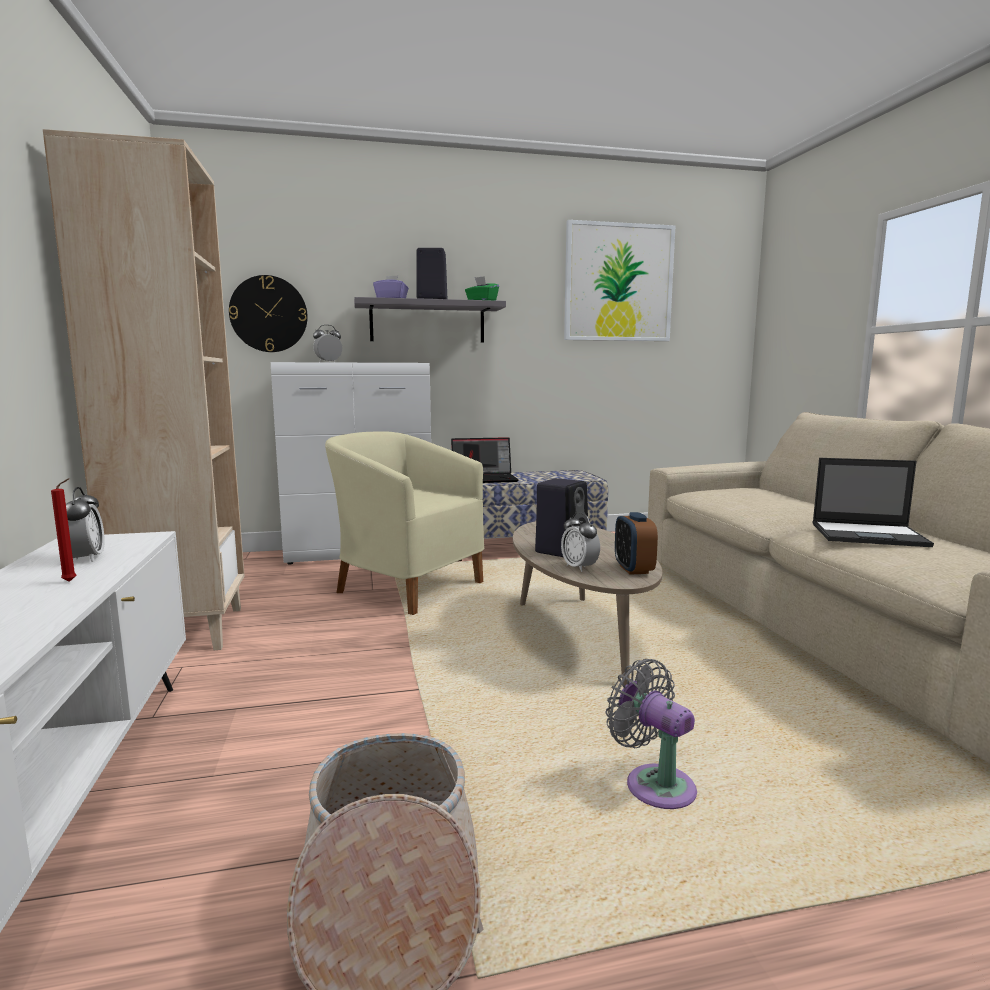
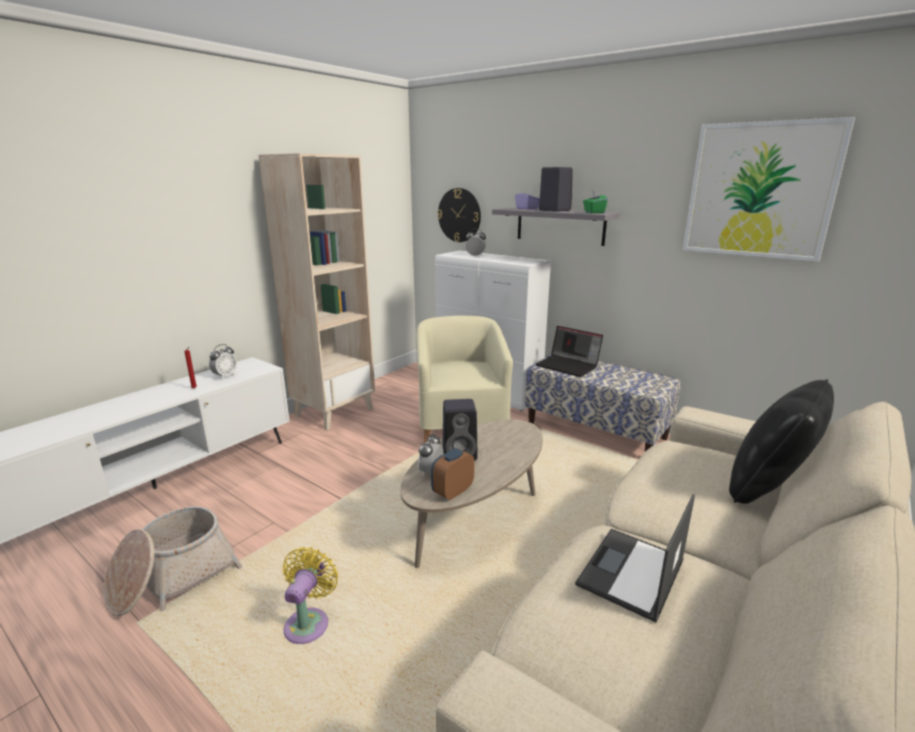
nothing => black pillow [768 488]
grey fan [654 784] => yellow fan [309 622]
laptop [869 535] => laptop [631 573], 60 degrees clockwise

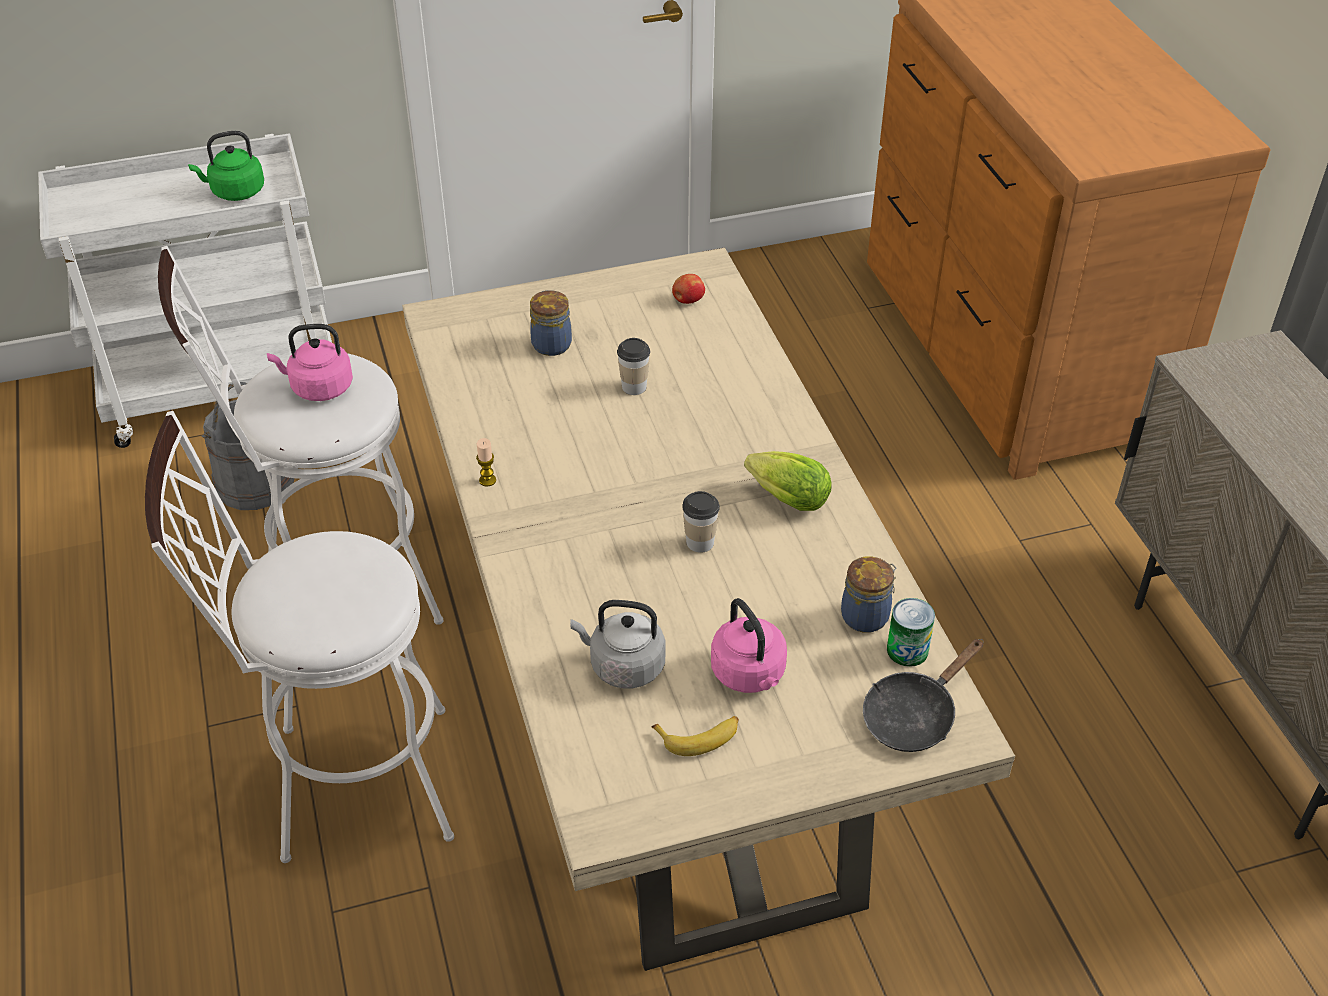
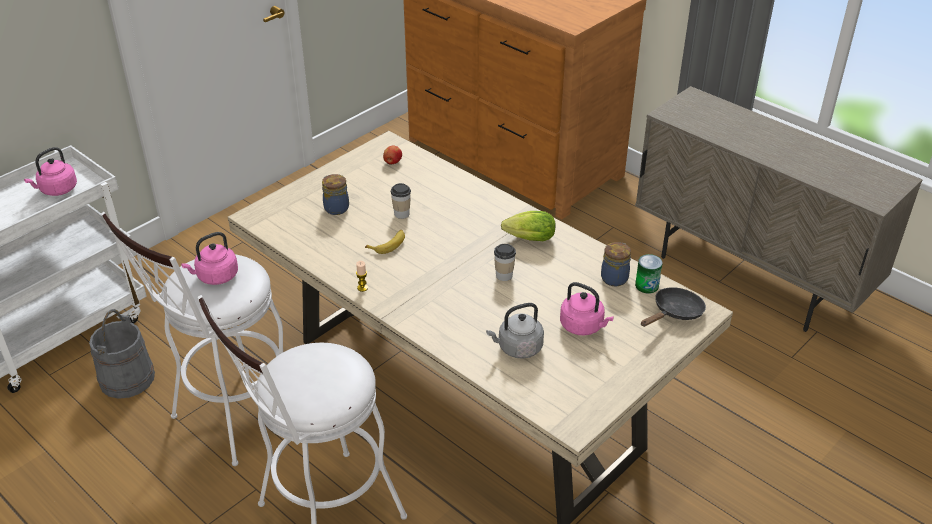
banana [699 737] => banana [388 244], move
green kettle [235 192] => pink kettle [57 190]
black frying pan [914 715] => black frying pan [675 313], 150 degrees counterclockwise

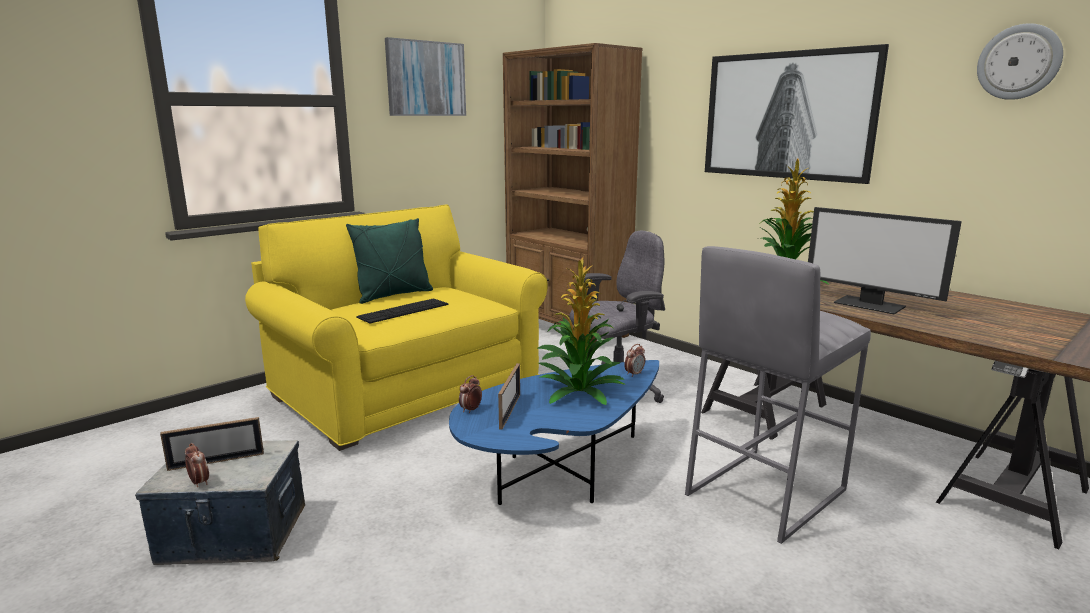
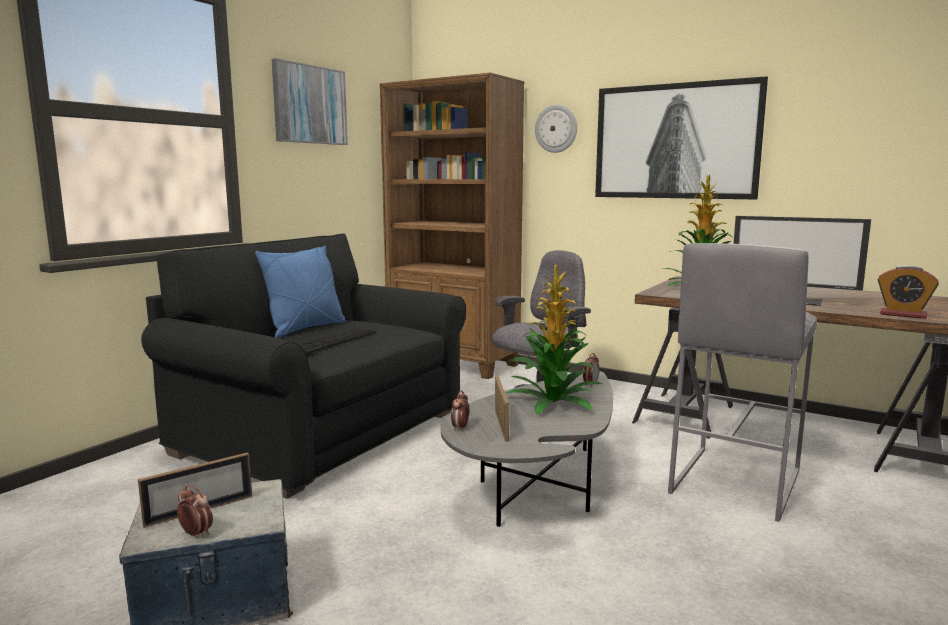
nothing => alarm clock [903 315]
wall clock [1019 62] => wall clock [556 129], move
yellow sofa [407 390] => black sofa [323 432]
green pillow [393 295] => blue pillow [305 328]
blue coffee table [559 472] => grey coffee table [538 489]

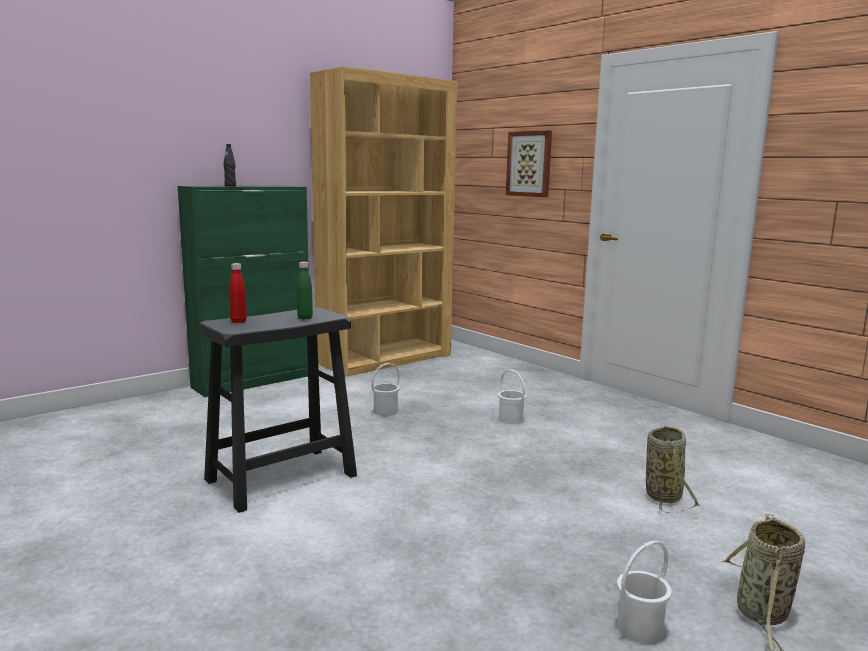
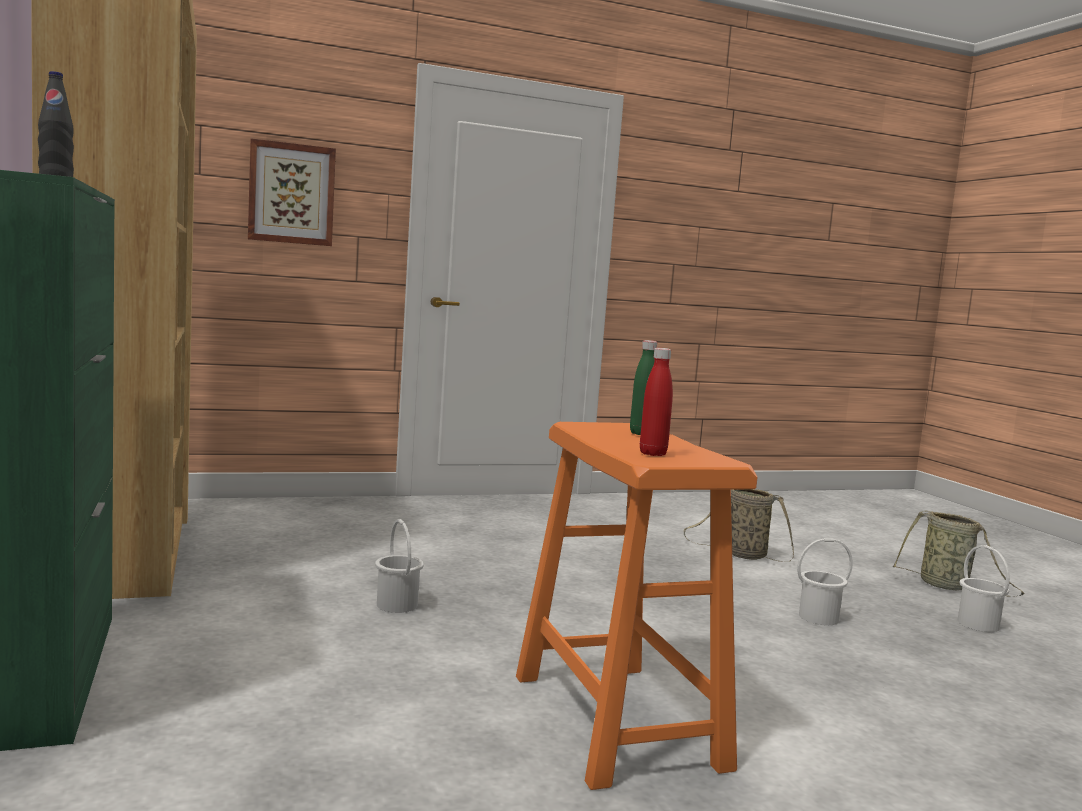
white bucket [511 419] => white bucket [818 617], move
black stool [282 478] => orange stool [616 719]

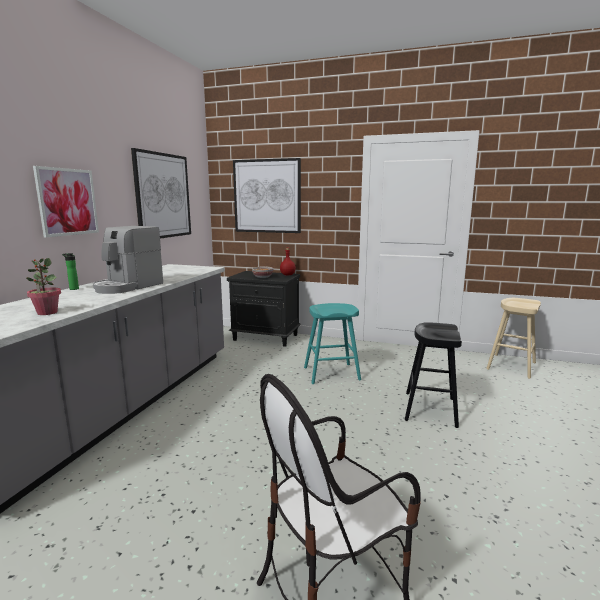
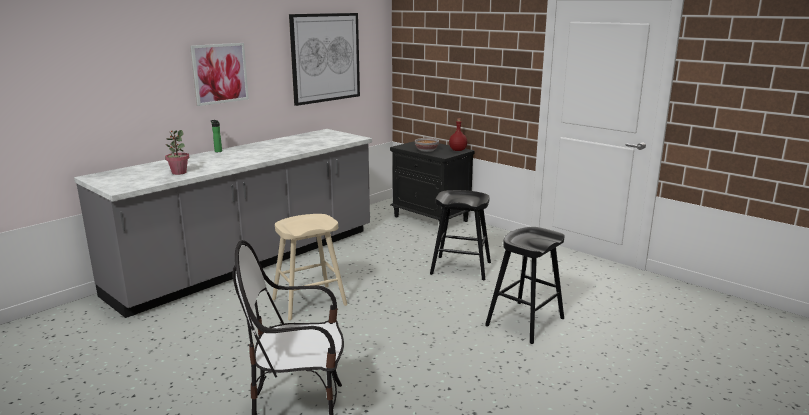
coffee machine [128 286] => nothing
picture [267 196] => nothing
beige stool [511 366] => beige stool [309 302], move
turquoise stool [331 373] => black stool [460 268]

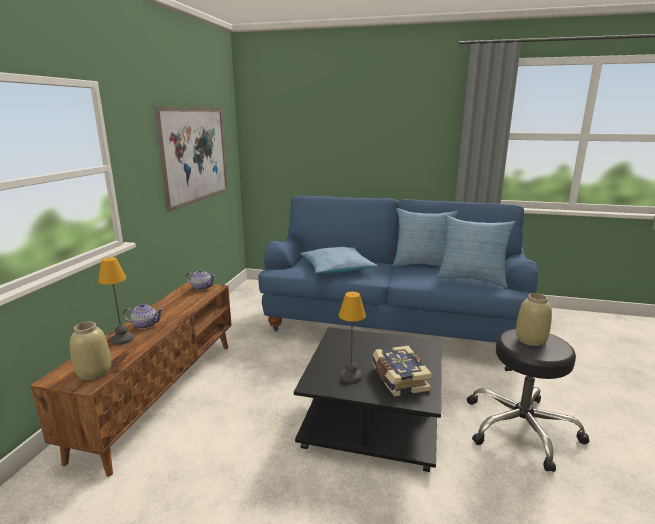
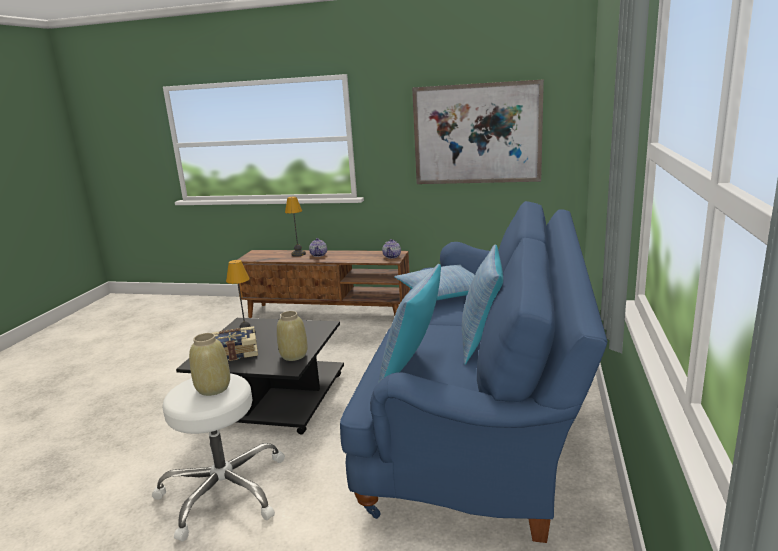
beige vase [94 372] => beige vase [294 355], move
black stool [521 428] => white stool [223 491]

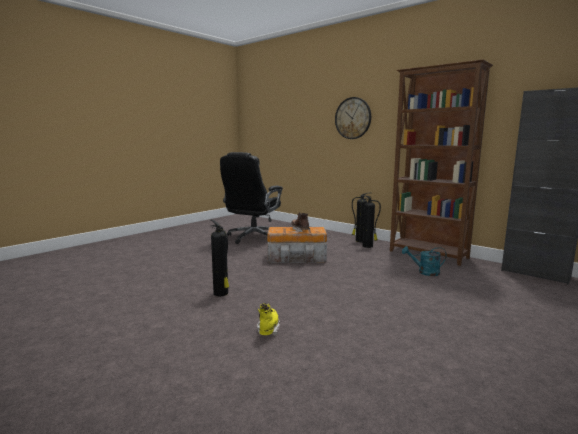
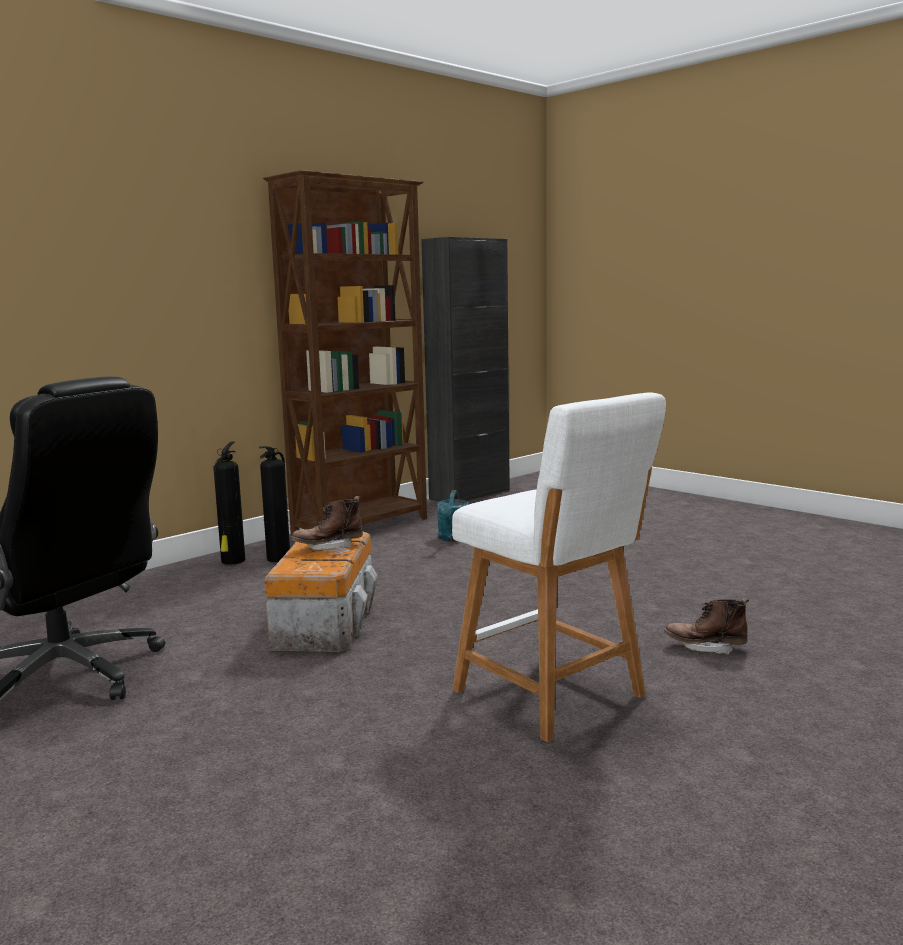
wall clock [353 118] => nothing
fire extinguisher [221 293] => white stool [554 696]
yellow boot [268 329] => brown boot [705 647]

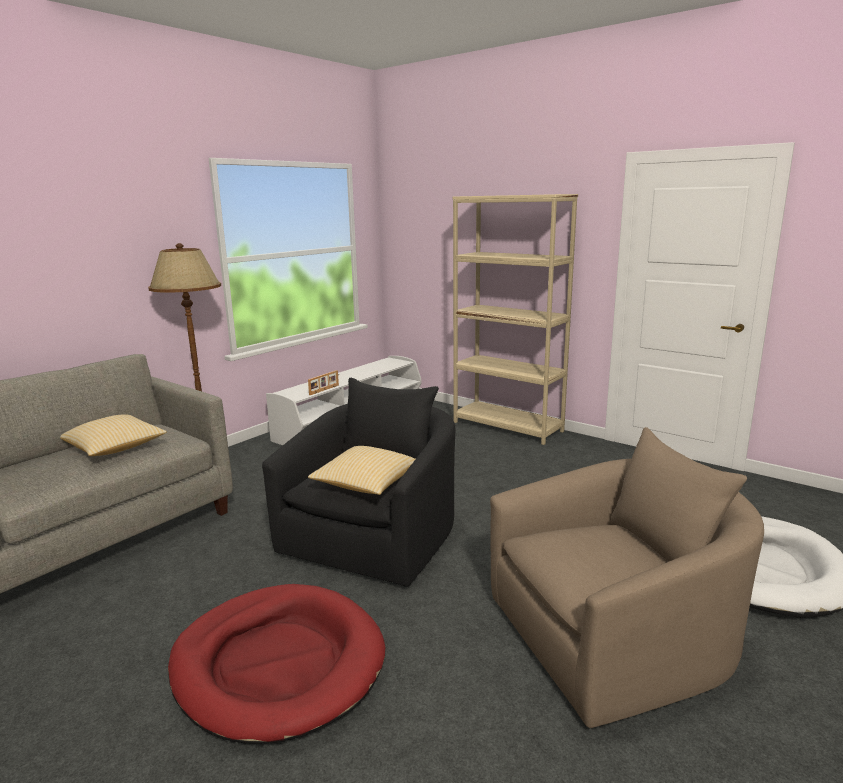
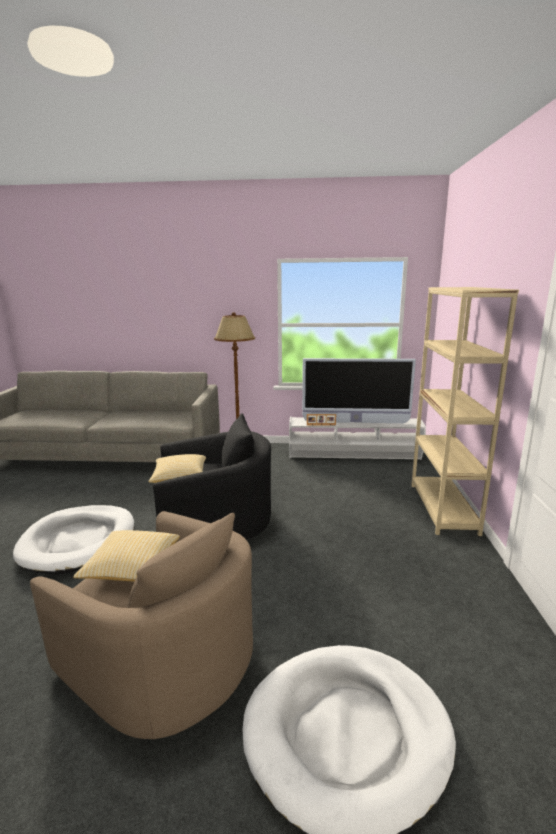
nothing => television [355 422]
pillow [115 449] => pillow [132 569], move
red dog bed [278 664] => white dog bed [79 542]

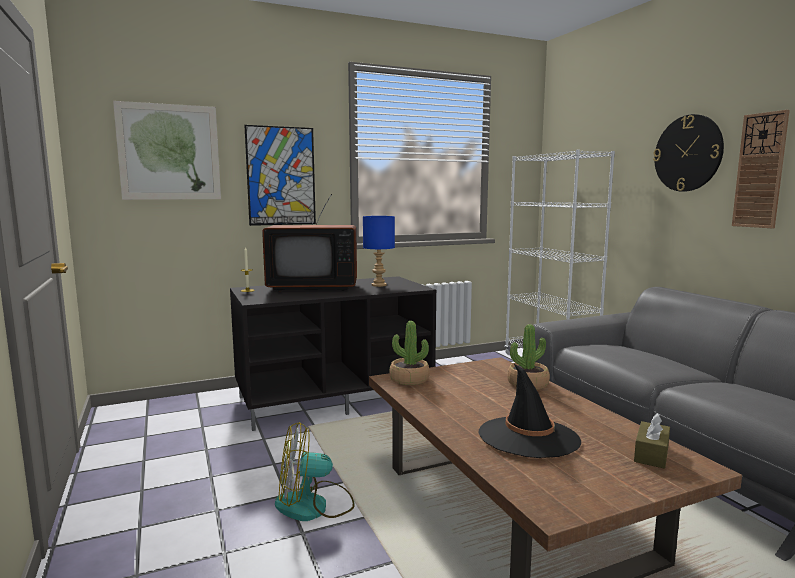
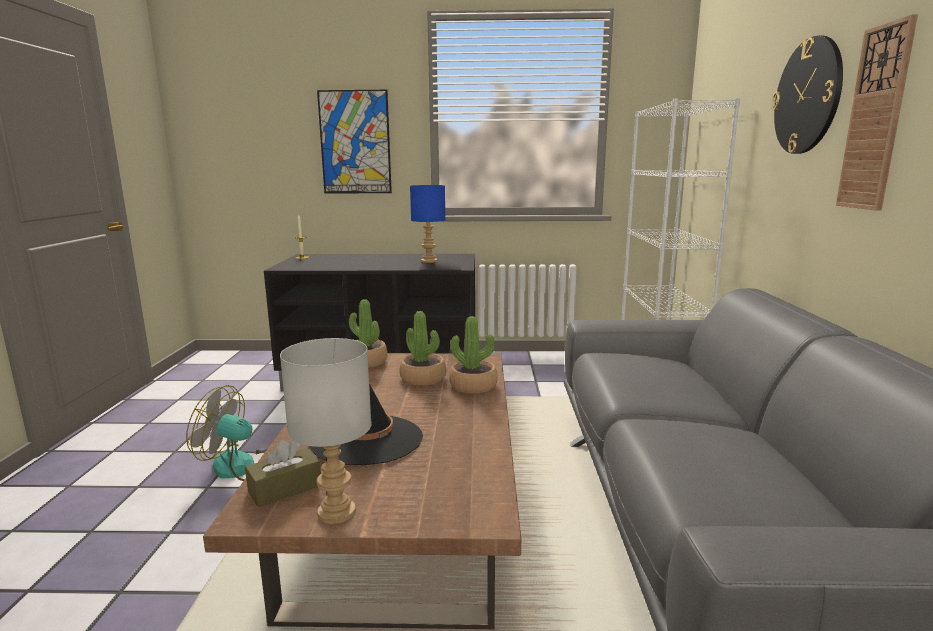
picture [169 152] => nothing
television [312 287] => nothing
nothing => grey table lamp [335 512]
nothing => potted plant [423 378]
brown tissue box [651 454] => brown tissue box [285 488], move

